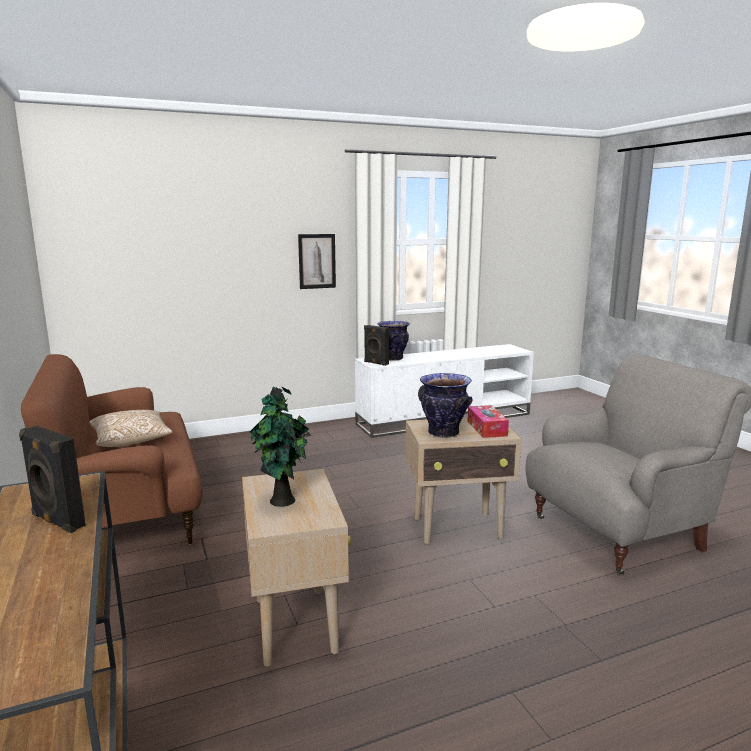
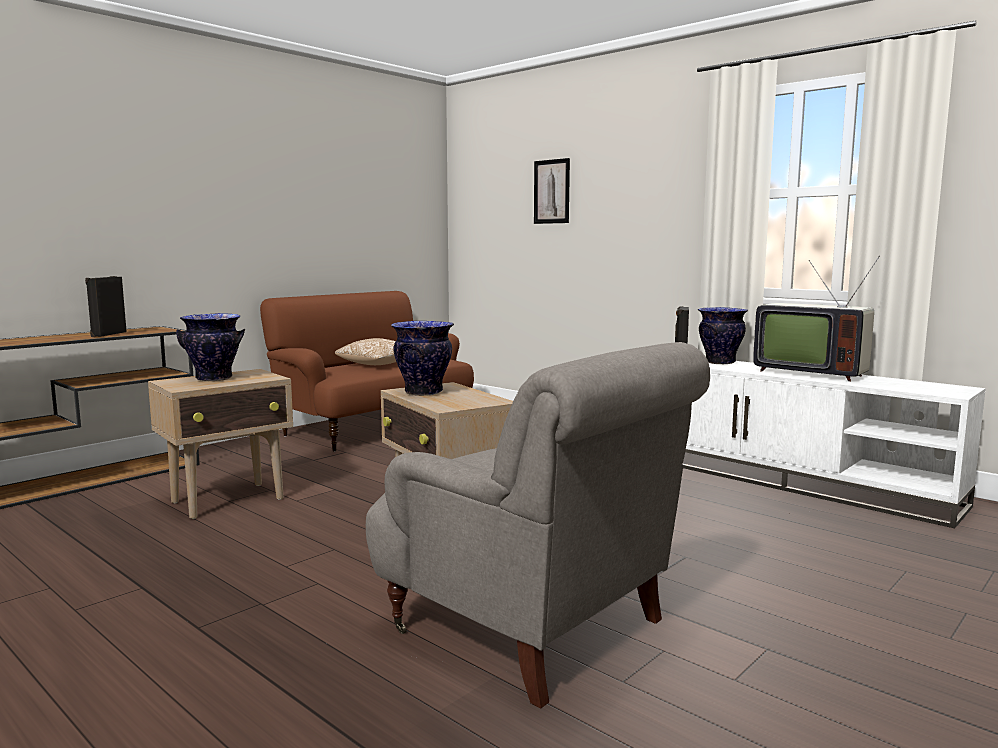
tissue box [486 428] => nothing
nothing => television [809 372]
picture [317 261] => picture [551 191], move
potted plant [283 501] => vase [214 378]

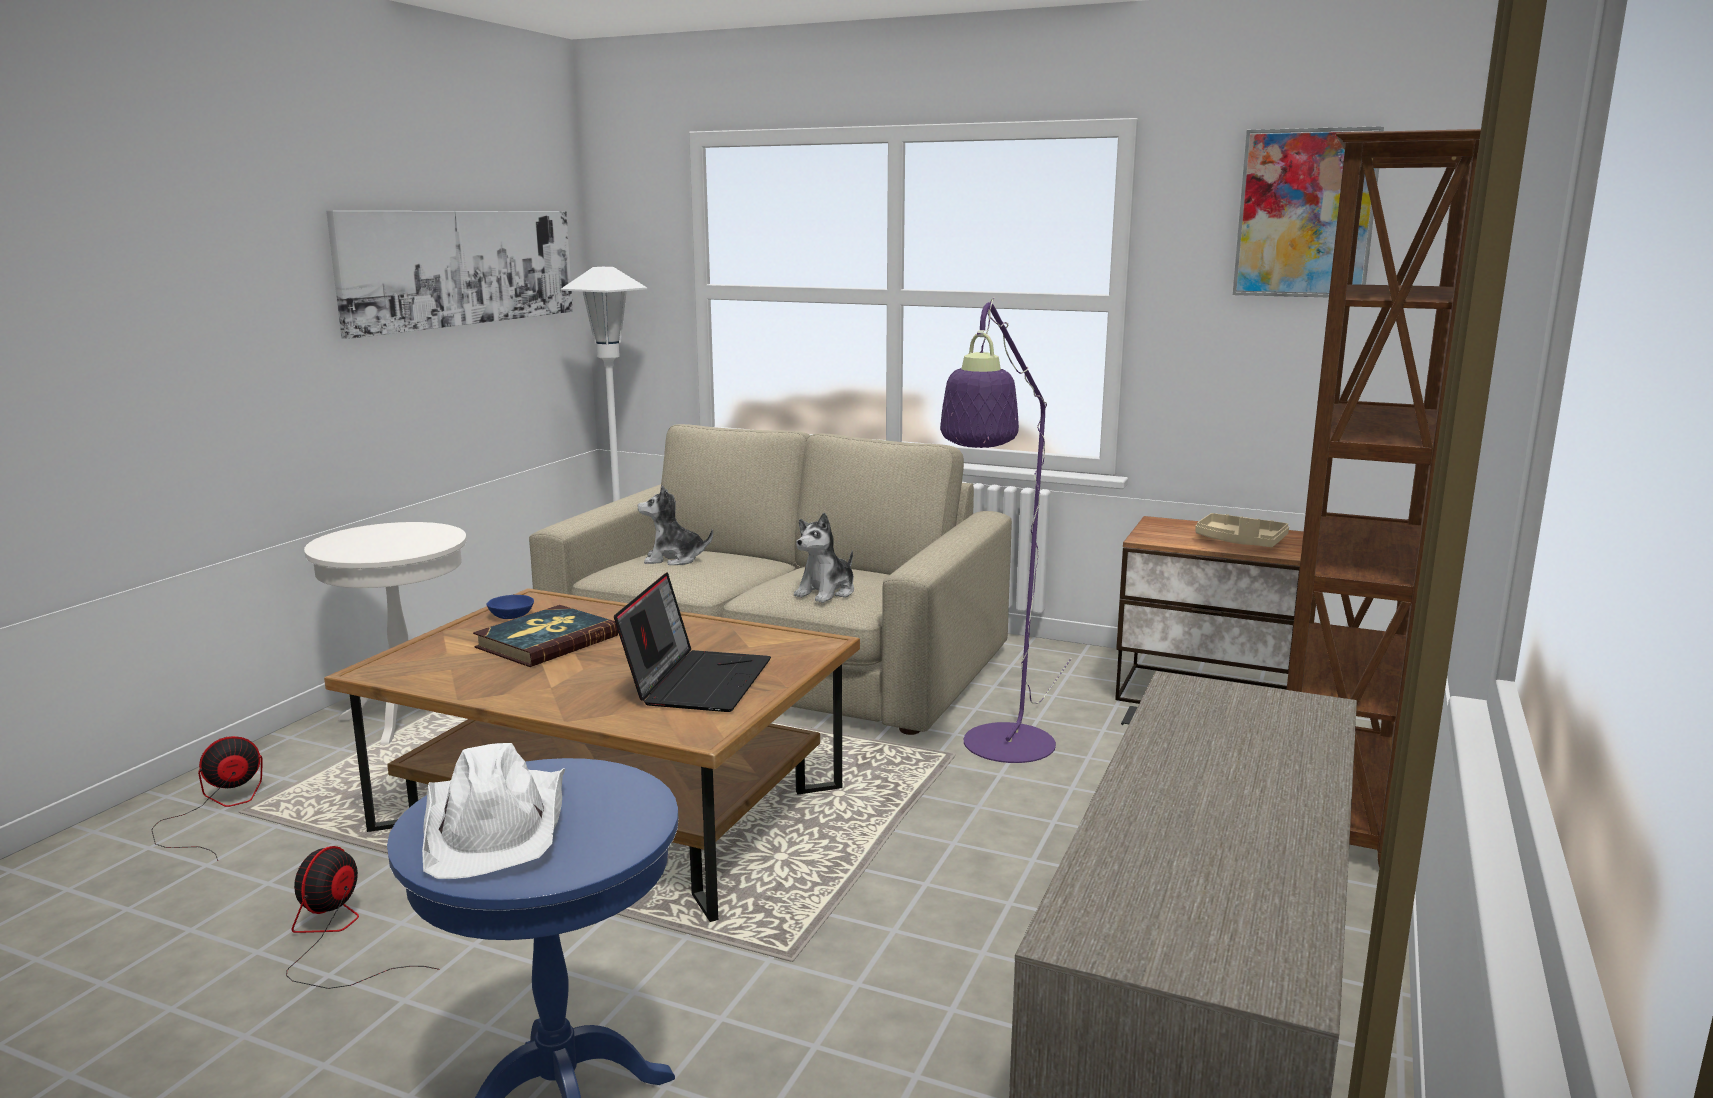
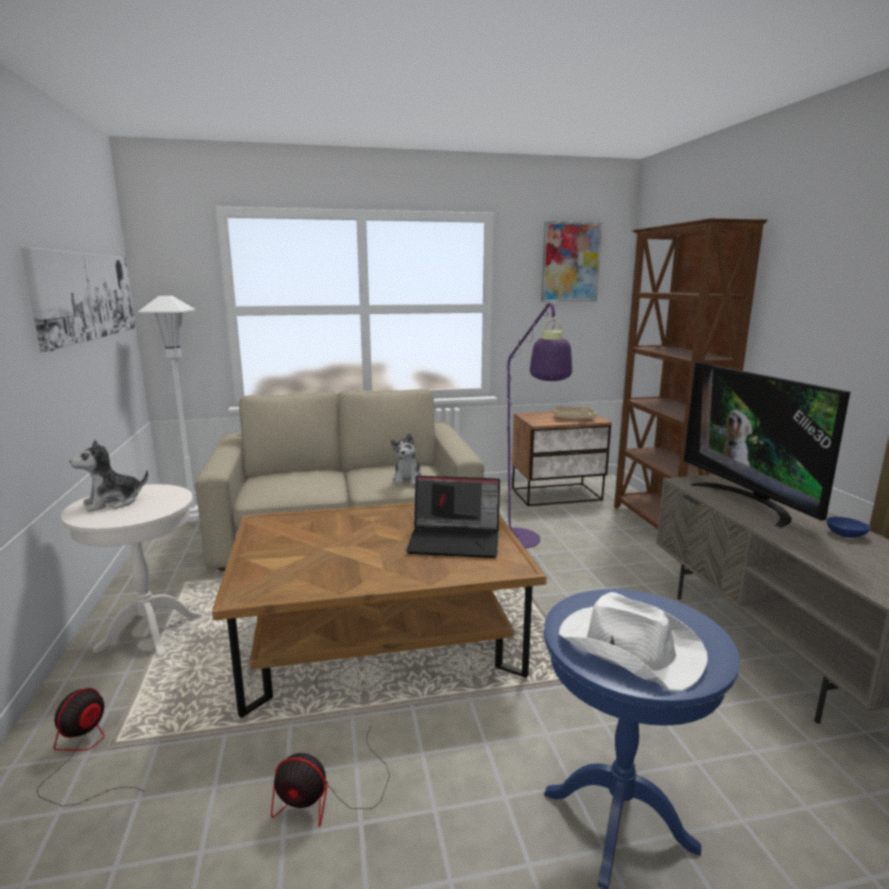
book [546 642] => nothing
nothing => television [749 502]
blue bowl [513 616] => blue bowl [846 533], move
plush toy [673 559] => plush toy [113 502], move
fan [337 938] => fan [328 796], 60 degrees counterclockwise
laptop [697 681] => laptop [456 540], 120 degrees clockwise

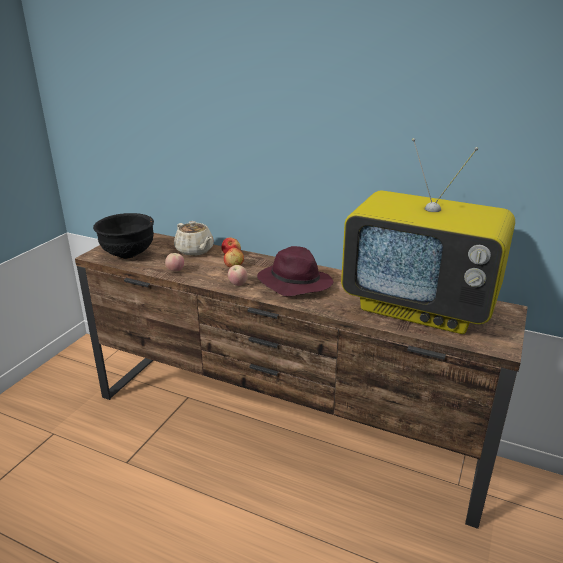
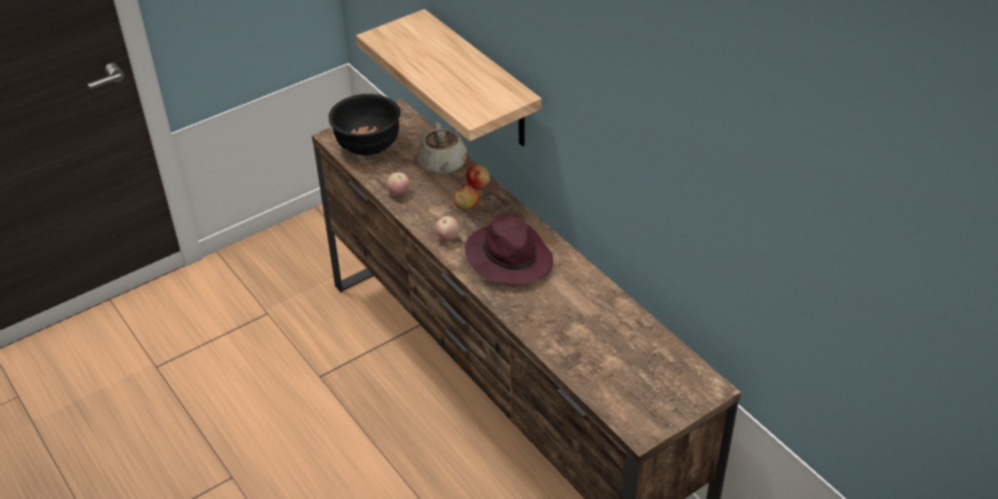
television [420 307] => nothing
nothing => shelf [481 81]

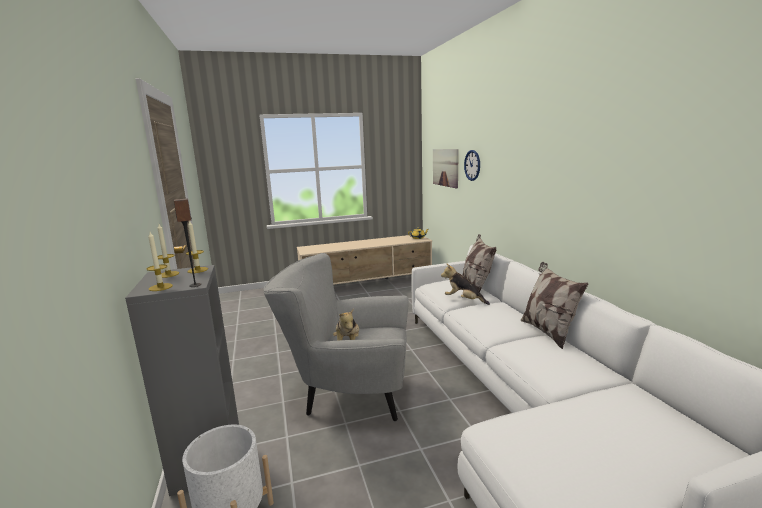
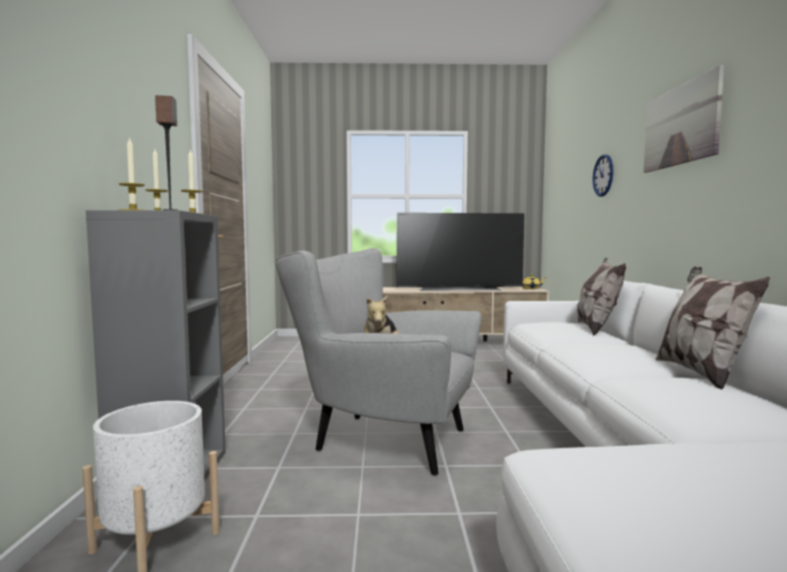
plush toy [463 300] => nothing
nothing => television [459 289]
picture [445 167] => picture [680 125], move

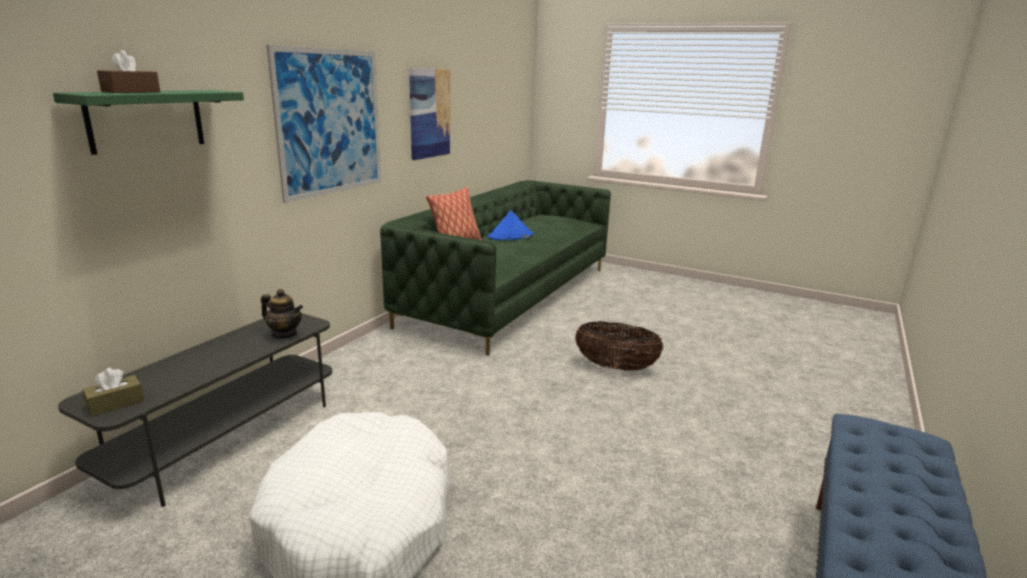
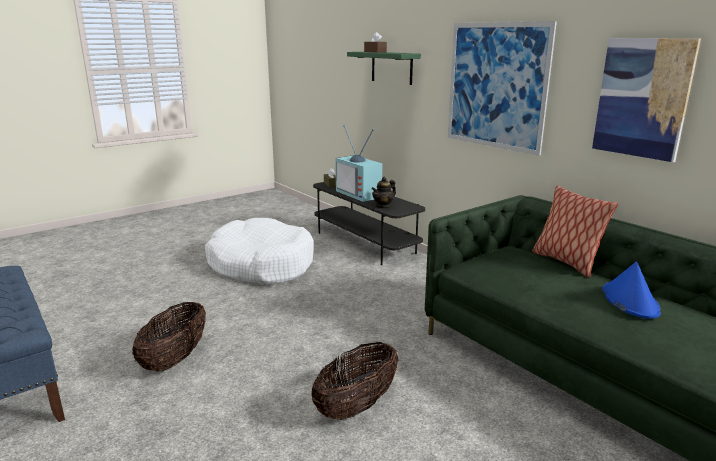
nothing => basket [175 359]
nothing => television [361 194]

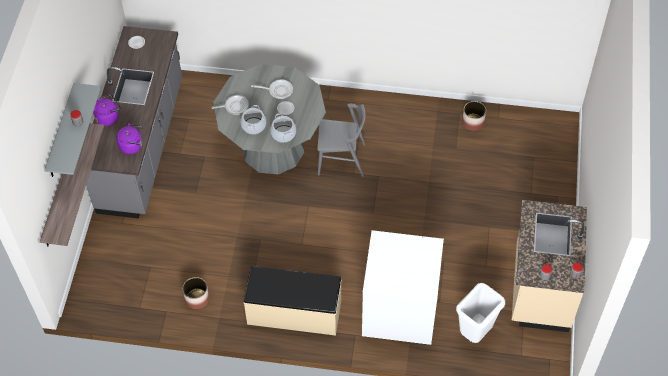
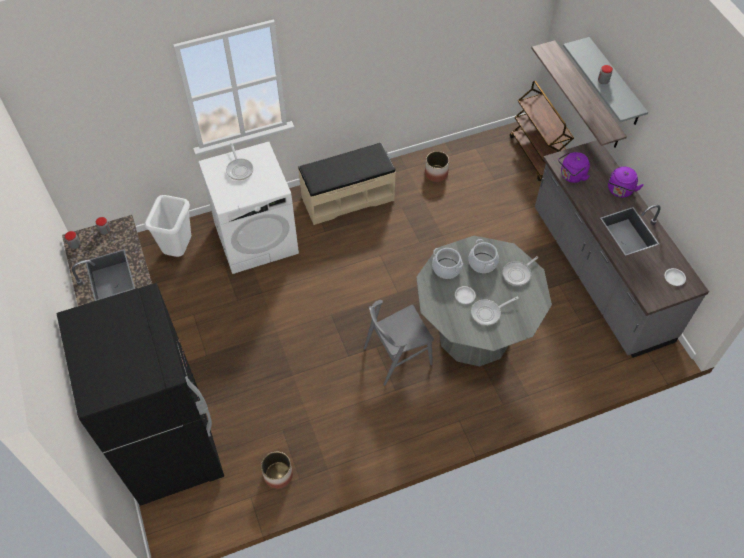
nothing => black fridge [171 447]
nothing => frying pan [239 169]
nothing => brown cart [537 155]

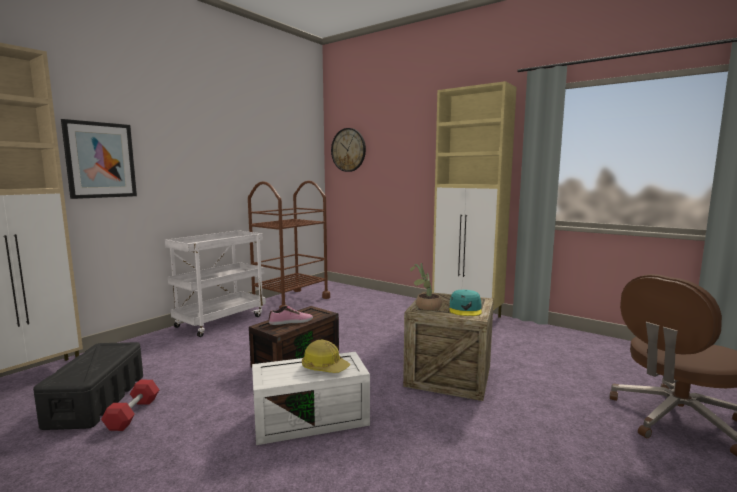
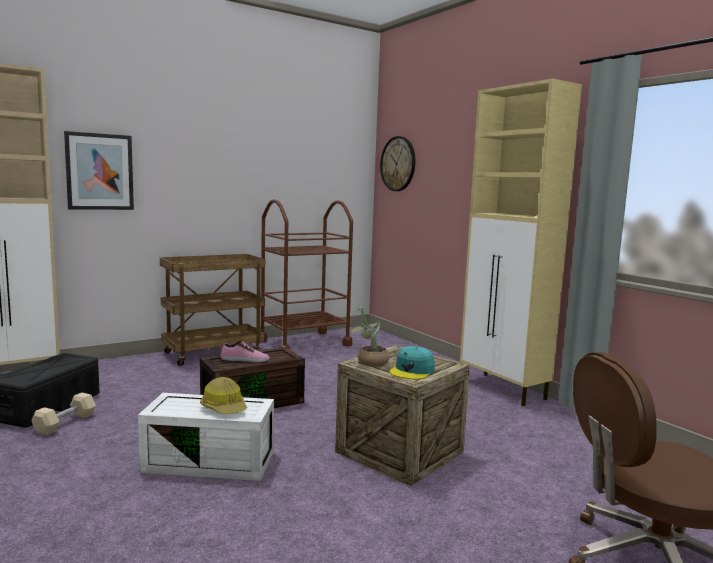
red dumbbell [133 414] => beige dumbbell [65 423]
white cart [221 321] => brown cart [214 353]

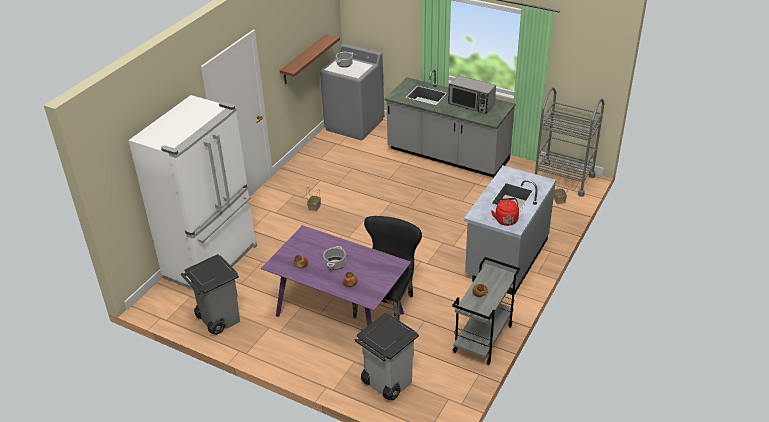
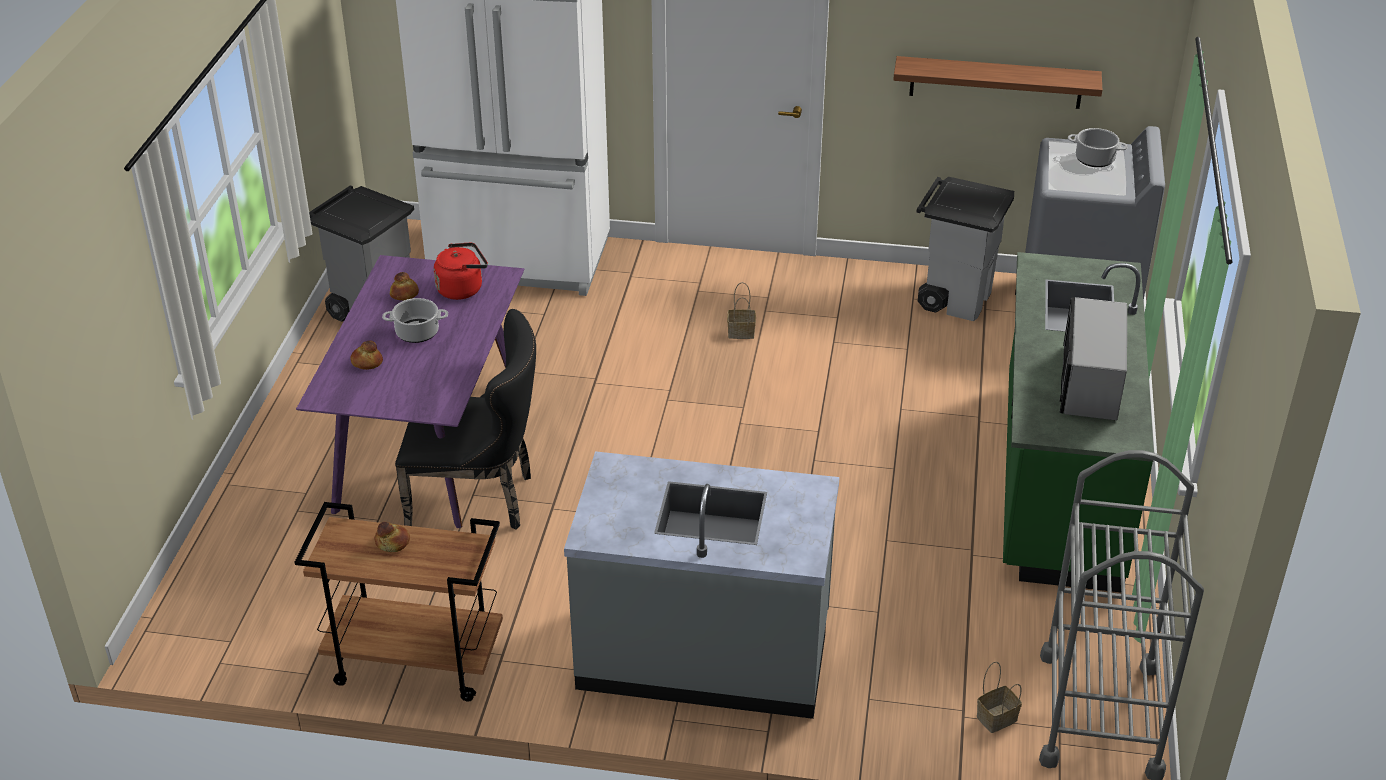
grey trash can [386 383] => grey trash can [955 298], move
red kettle [505 219] => red kettle [462 289], move
grey counter [447 155] => green counter [1057 480]
grey cart [483 339] => brown cart [413 662]

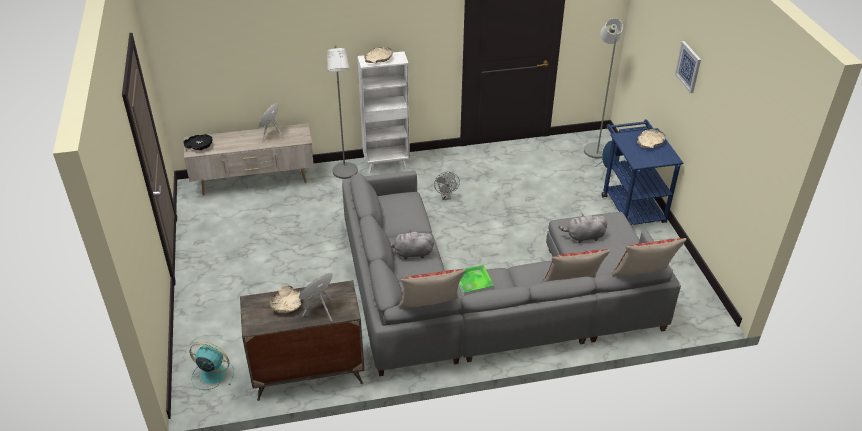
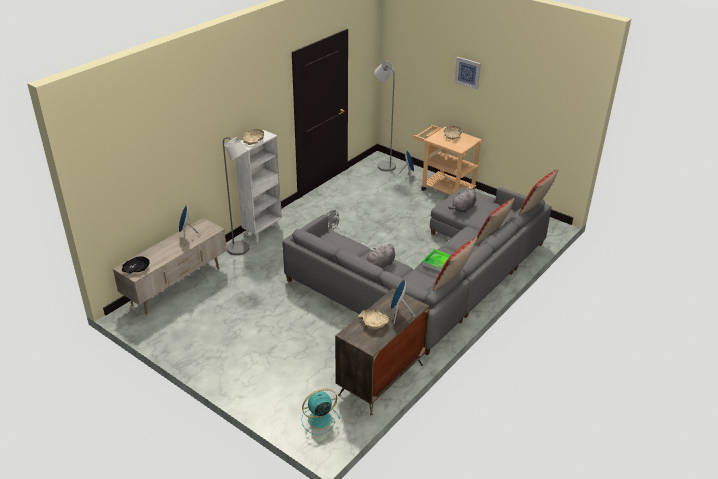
blue cart [630 205] => beige cart [443 188]

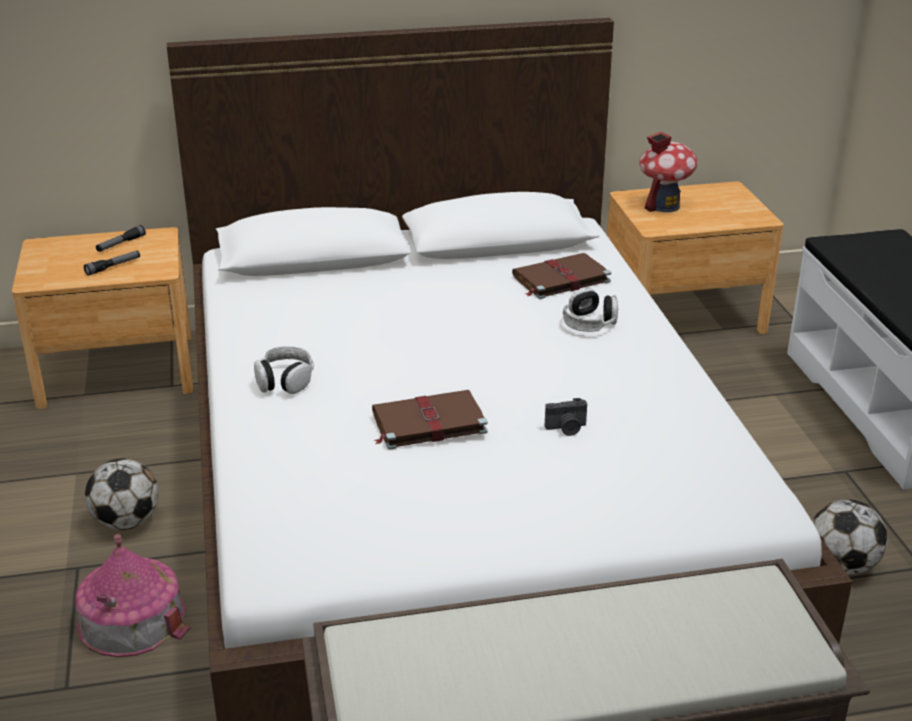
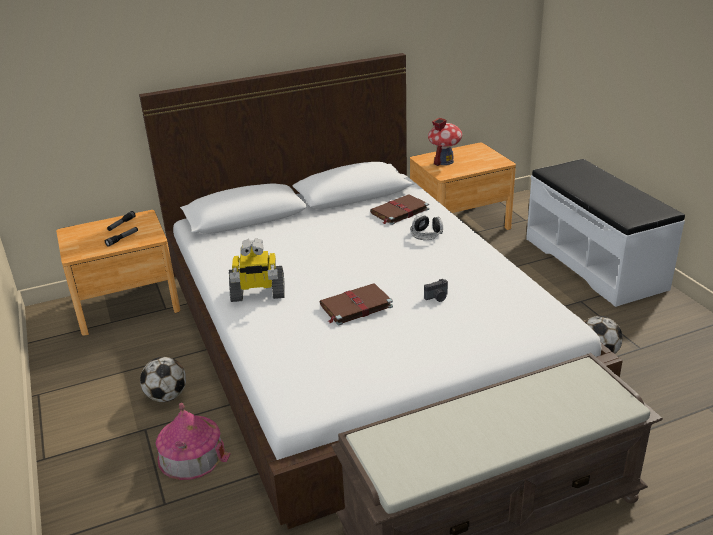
headphones [284 380] => toy robot [257 293]

